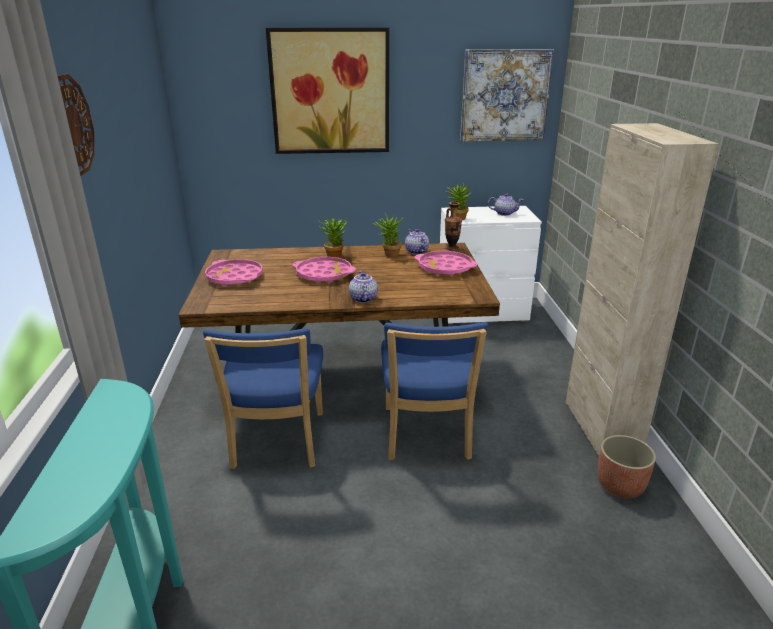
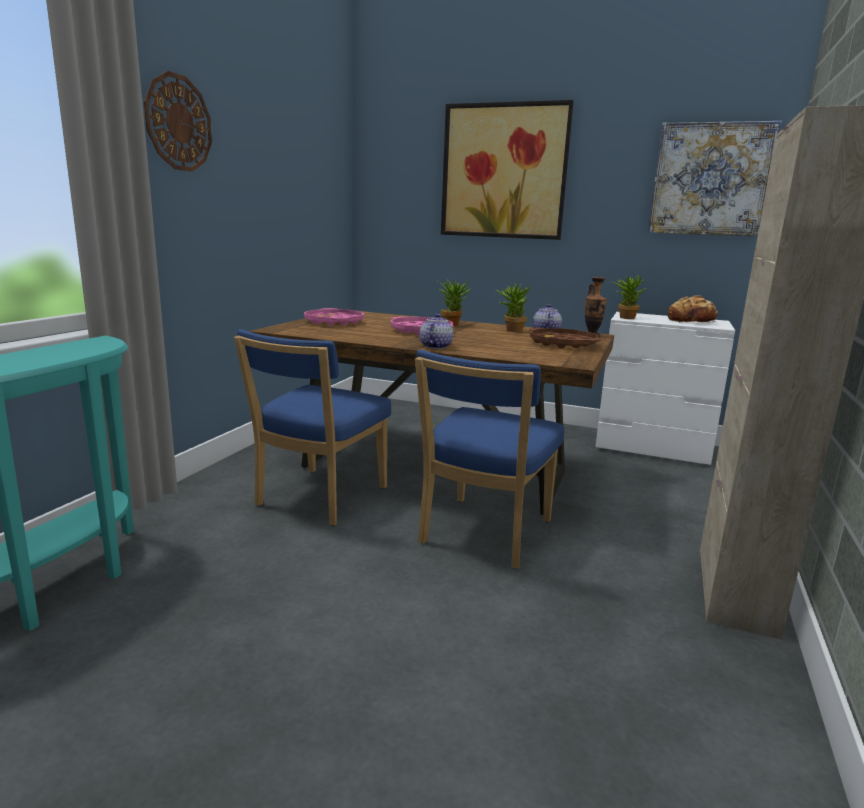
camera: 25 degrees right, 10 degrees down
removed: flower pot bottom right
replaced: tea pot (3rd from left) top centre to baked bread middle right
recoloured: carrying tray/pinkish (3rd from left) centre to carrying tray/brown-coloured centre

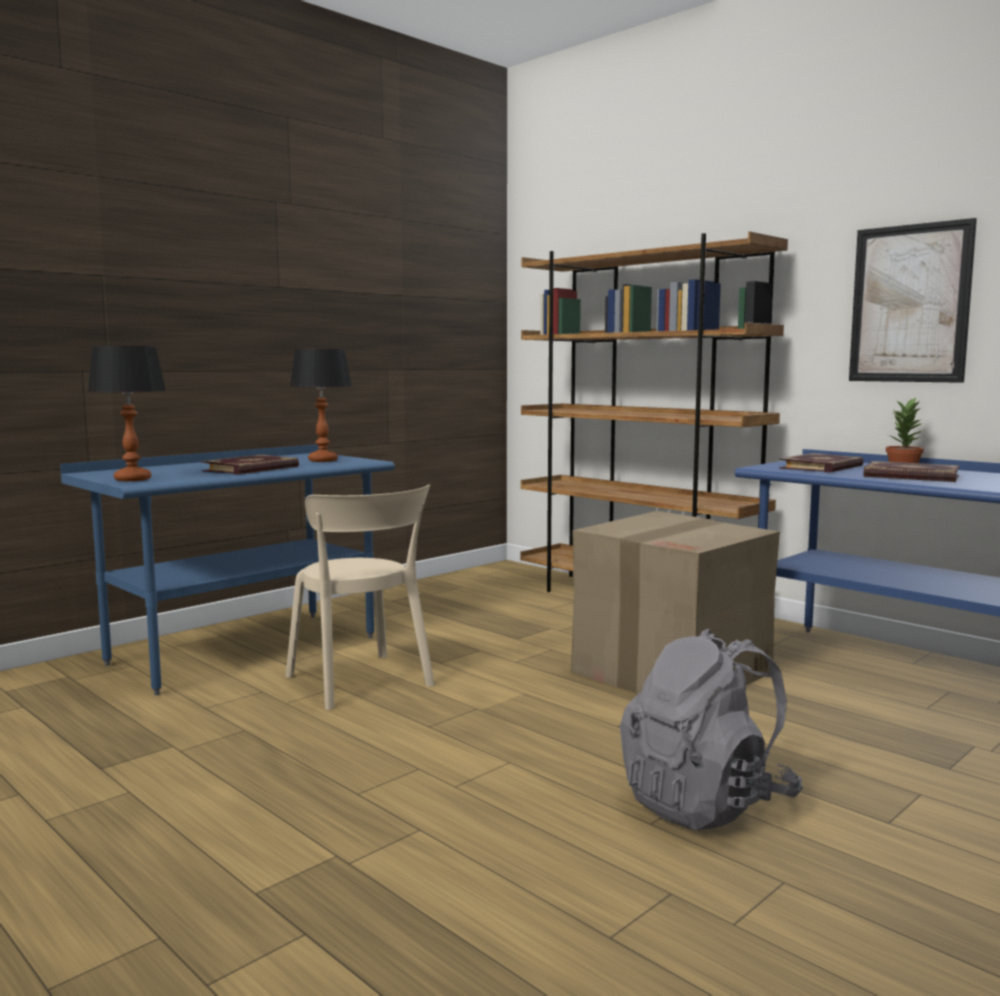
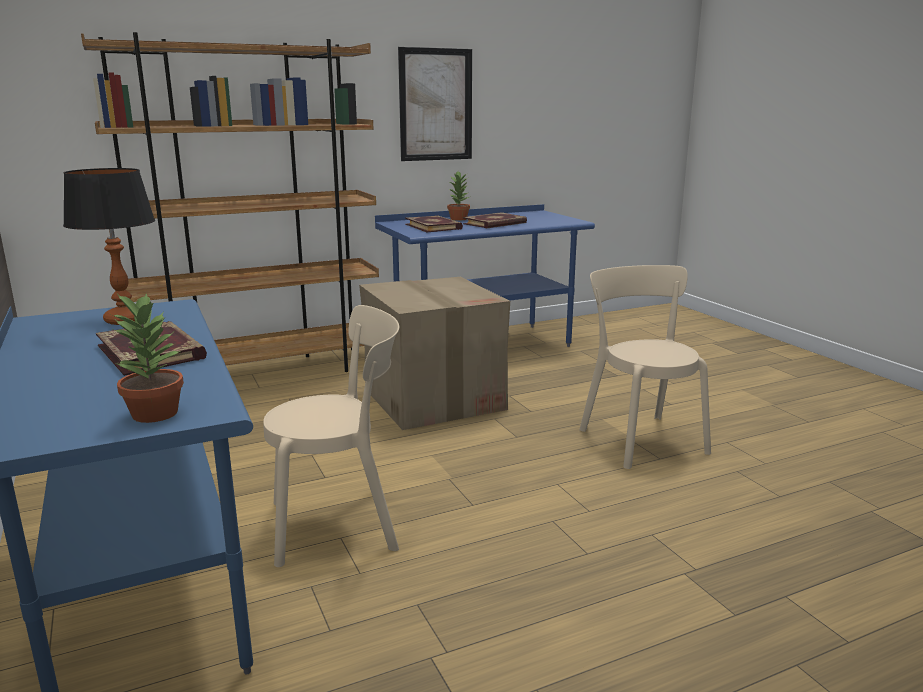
camera: 70 degrees left, 10 degrees up
replaced: table lamp (1st from left) middle left to houseplant (1st from left) middle left; knapsack/greyish bottom right to plain chair/beige-coloured (2nd from left) middle right

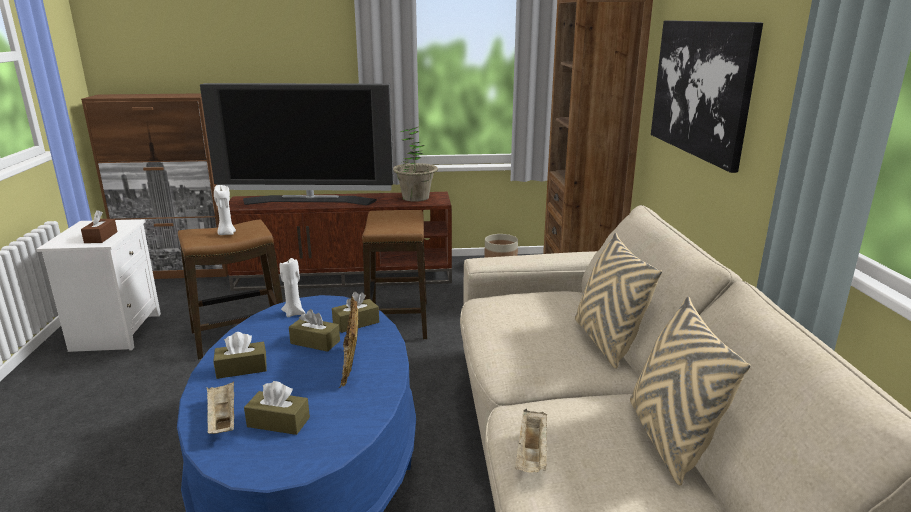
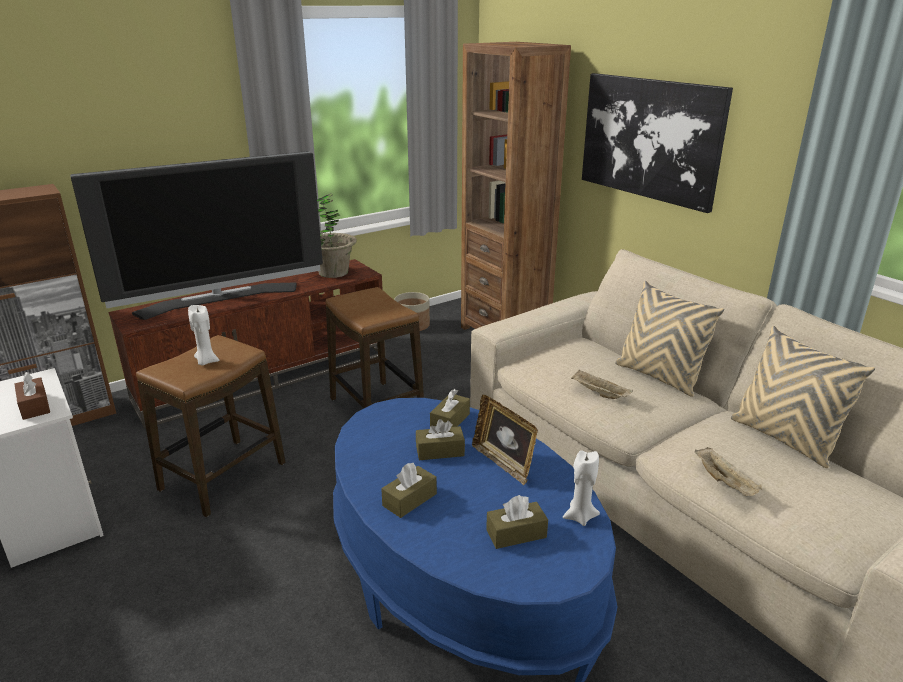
camera: 30 degrees left, 5 degrees up
moved: carrying tray/beige-coloured (1st from left) bottom left to middle right; candle/white (2nd from left) middle left to bottom centre

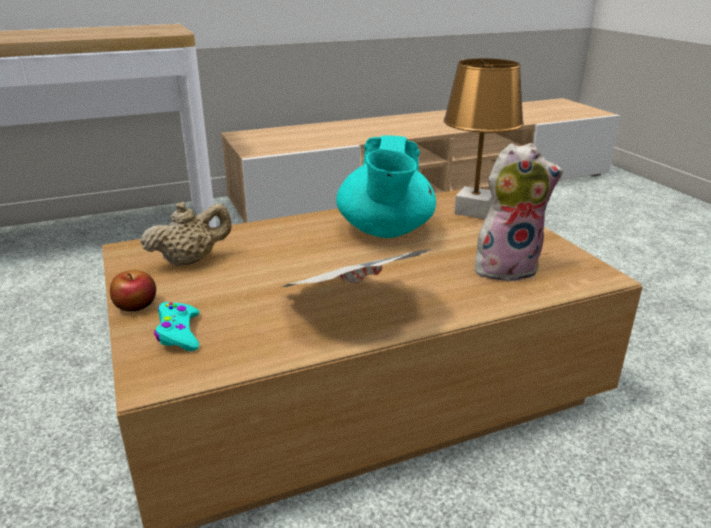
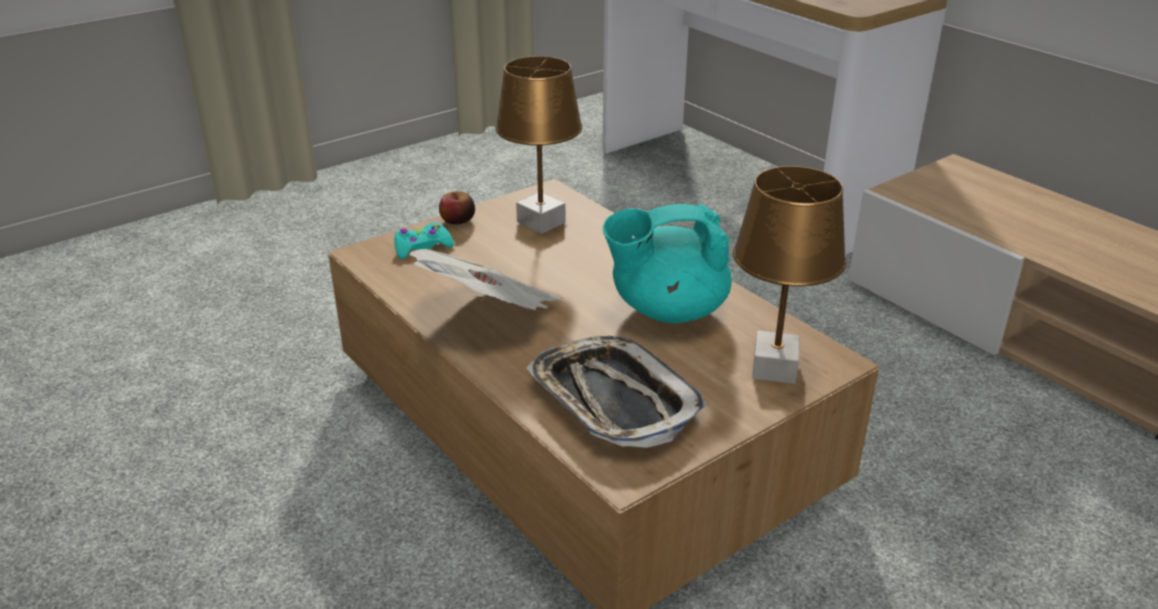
camera: 75 degrees right, 5 degrees up
replaced: tea pot/beige-coloured middle left to table lamp/brown-coloured (1st from left) top centre; cuddly toy middle right to carrying tray centre

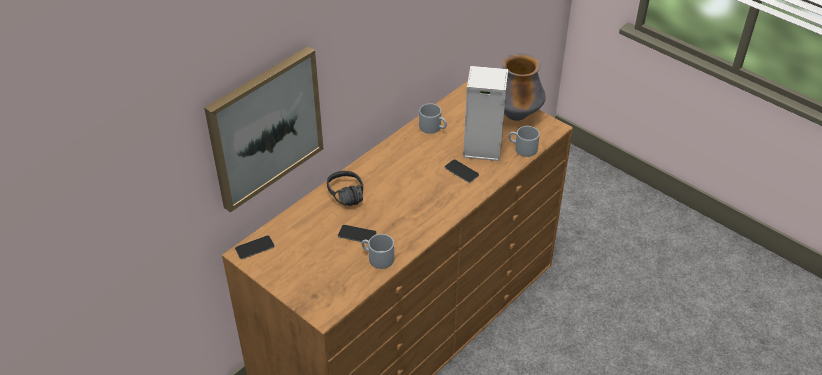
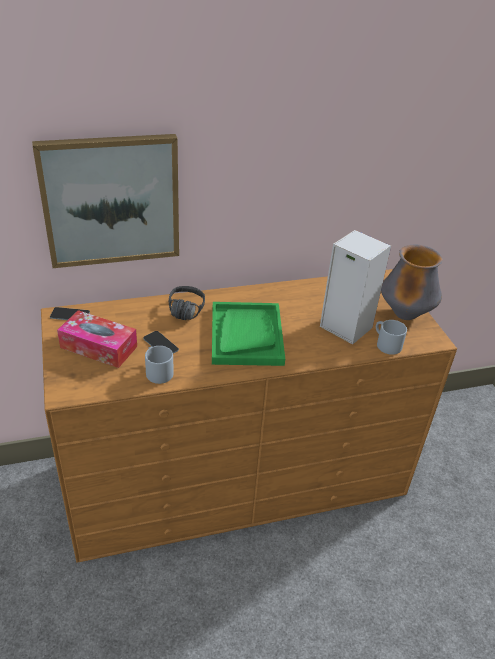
camera: 30 degrees right, 5 degrees down
removed: coffee mug/greyish (2nd from left) top centre; telephone (3rd from left) centre
added: tissue holder middle left; carrying tray/green-coloured centre

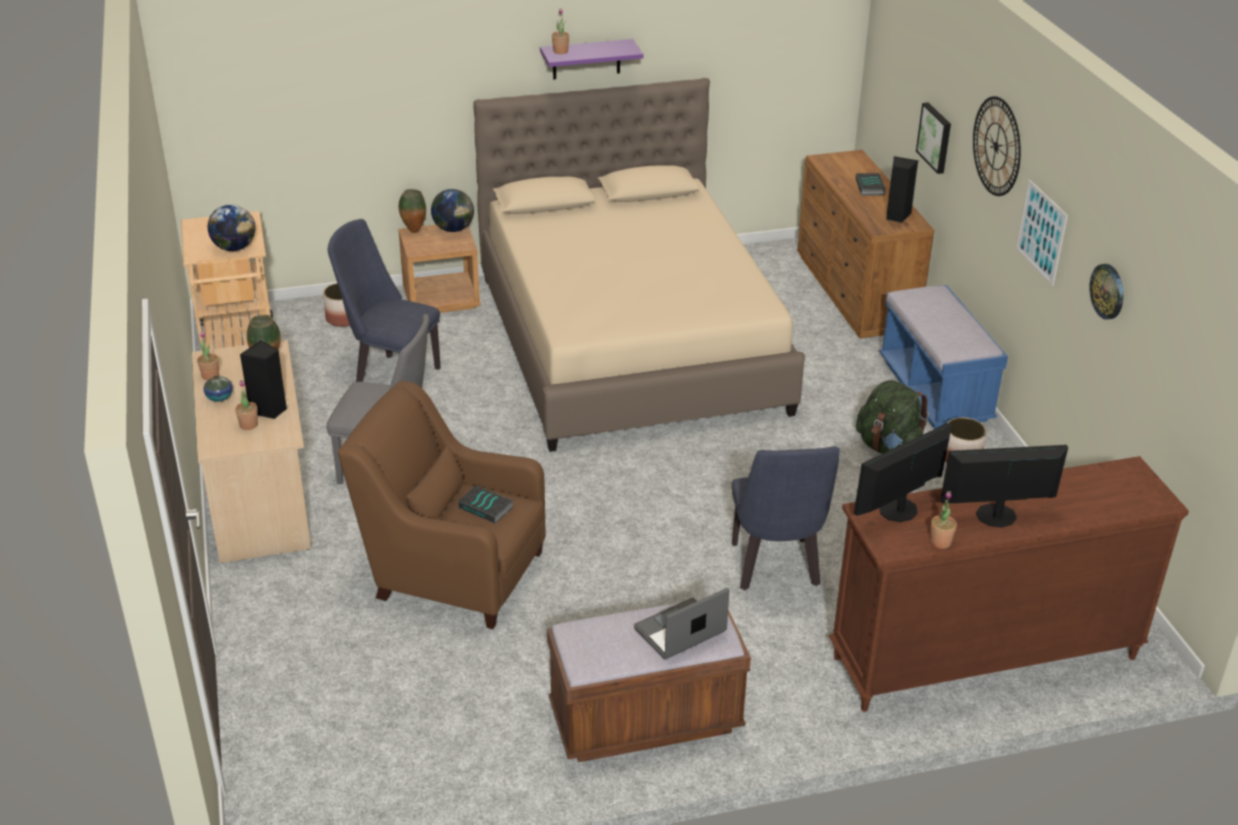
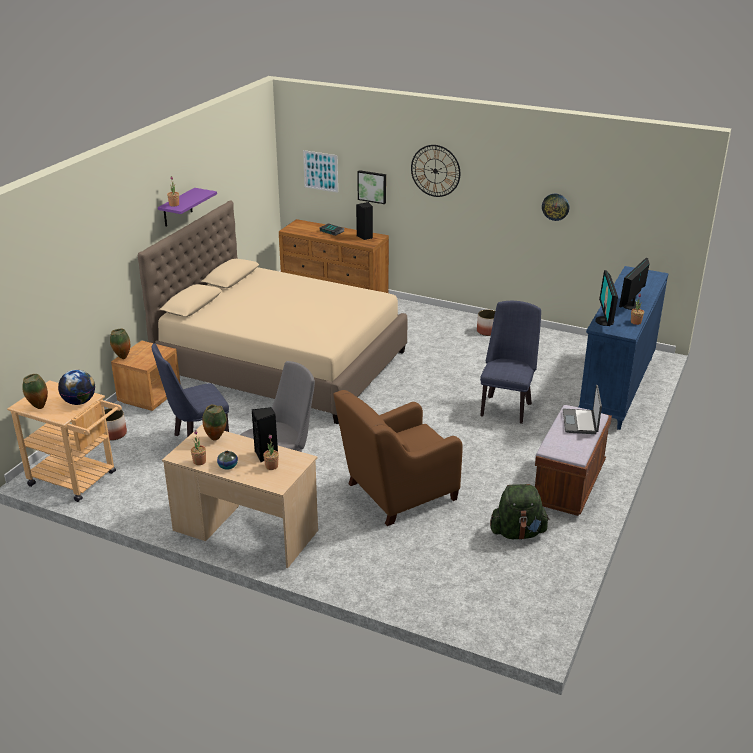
camera: 50 degrees left, 5 degrees down
removed: desk globe (2nd from left) top centre; bound book (1st from left) centre; bench/blue middle right
added: vase (1st from left) middle left
moved: knapsack/green-coloured middle right to bottom right; picture (2nd from left in the first image) top right to picture (1st from left) top centre
recoloured: drawer chest/brown-coloured (2nd from left) bottom right to drawer chest/blue middle right
turned: plain chair/blue (2nd from left) centre = middle right 105 degrees counterclockwise

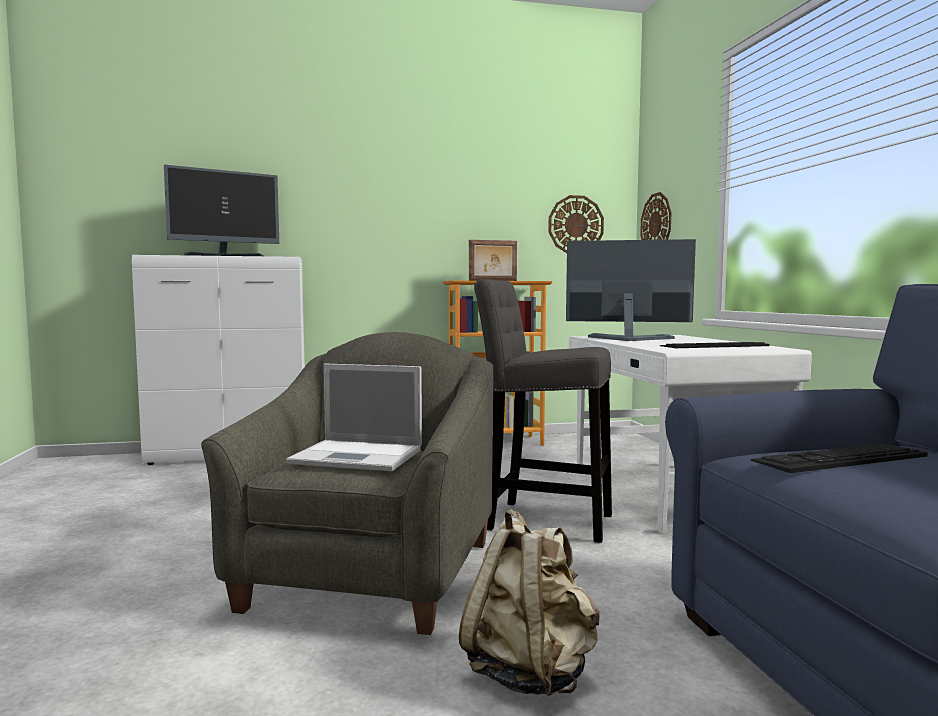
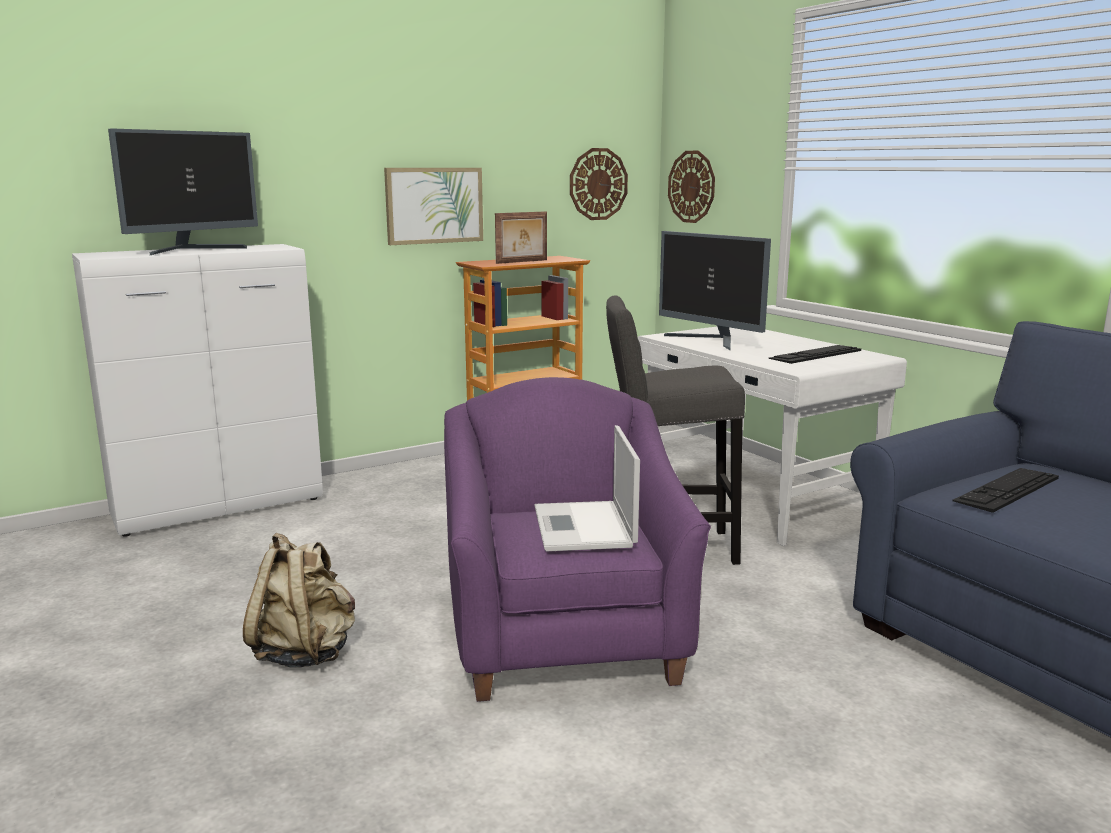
camera: 20 degrees left, 10 degrees up
added: picture top centre
moved: knapsack/beige-coloured bottom centre to bottom left
recoloured: lounge chair/greyish bottom centre to lounge chair/purple-coloured centre
turned: laptop centre = centre 90 degrees clockwise; monitor (2nd from left) middle right = centre 120 degrees counterclockwise

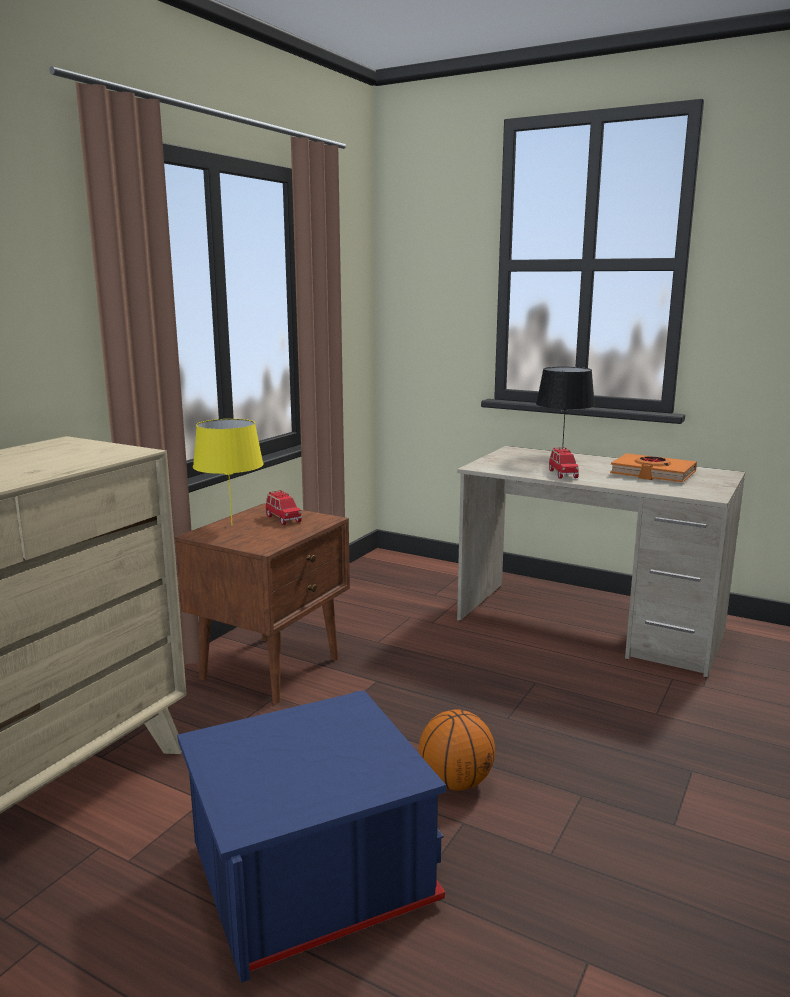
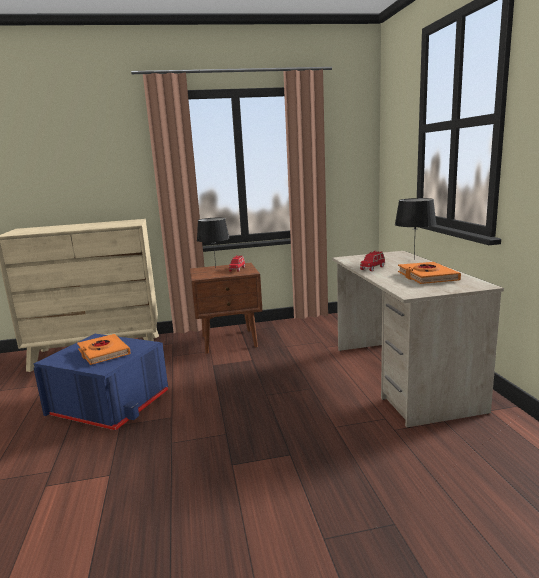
camera: 50 degrees right, 0 degrees up
removed: basketball bottom centre
added: bound book/orange (1st from left) middle left
recoloured: table lamp/yellowish middle left to table lamp/blackish (1st from left) centre

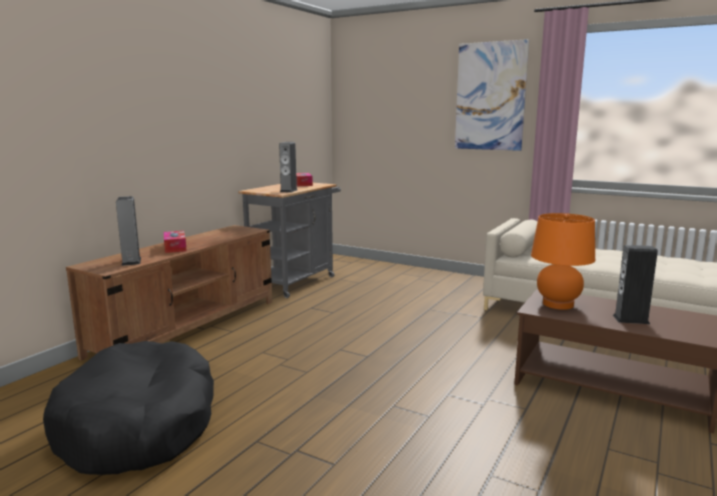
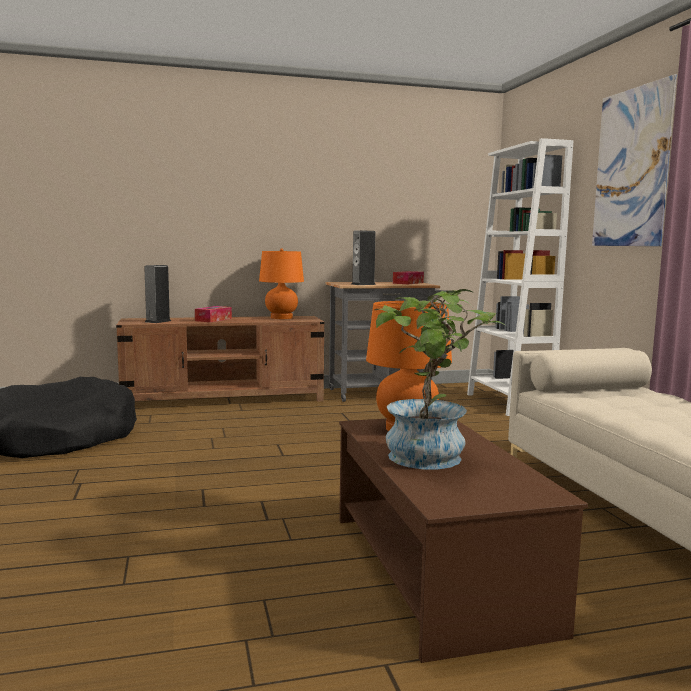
camera: 45 degrees right, 5 degrees down
added: table lamp/orange (1st from left) centre; bookshelf/white middle right
replaced: loudspeaker (3rd from left) middle right to houseplant centre

